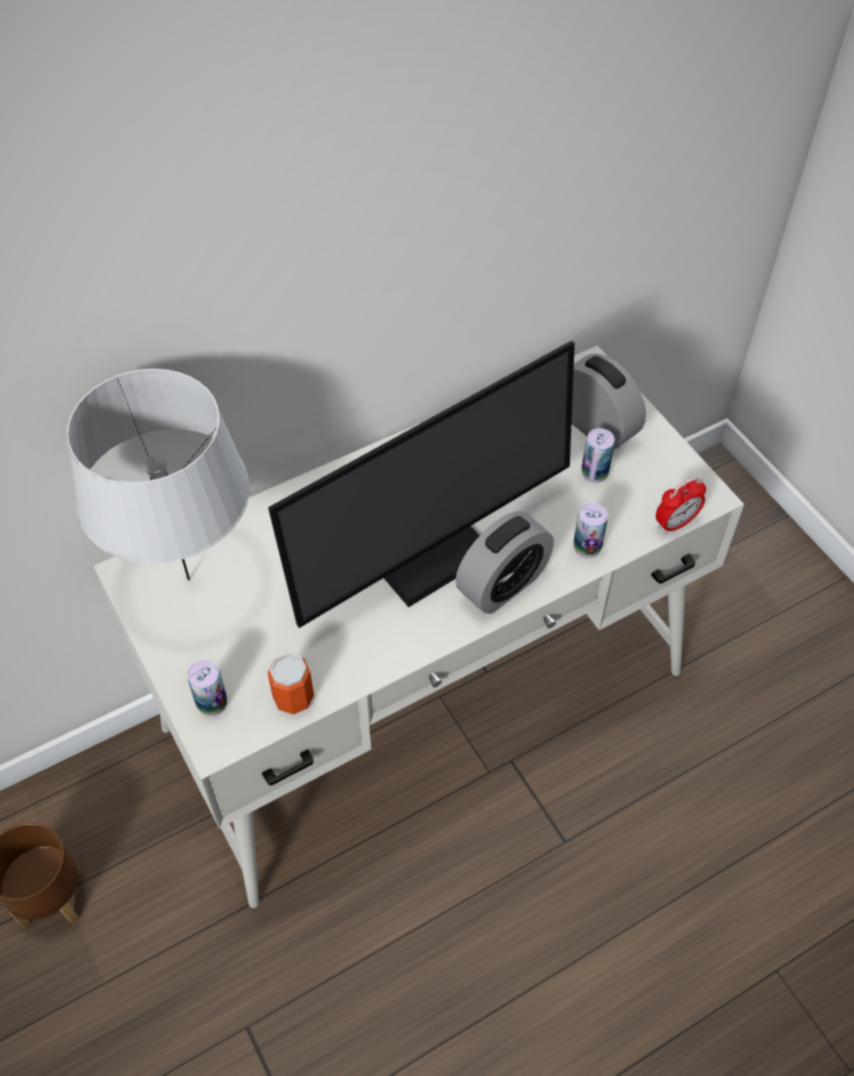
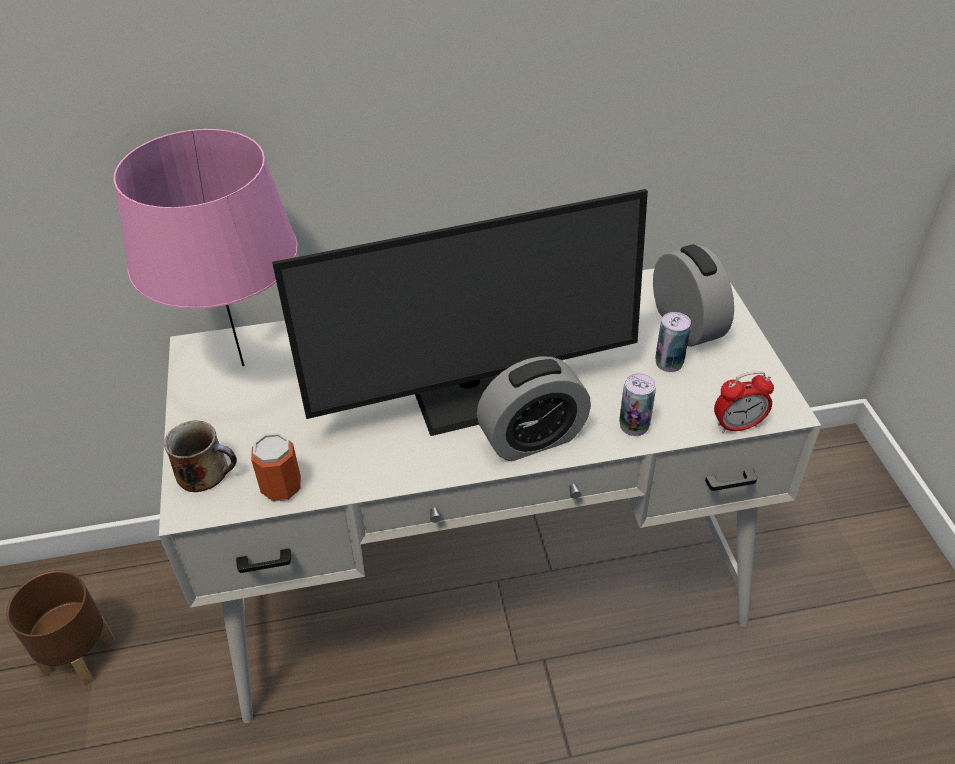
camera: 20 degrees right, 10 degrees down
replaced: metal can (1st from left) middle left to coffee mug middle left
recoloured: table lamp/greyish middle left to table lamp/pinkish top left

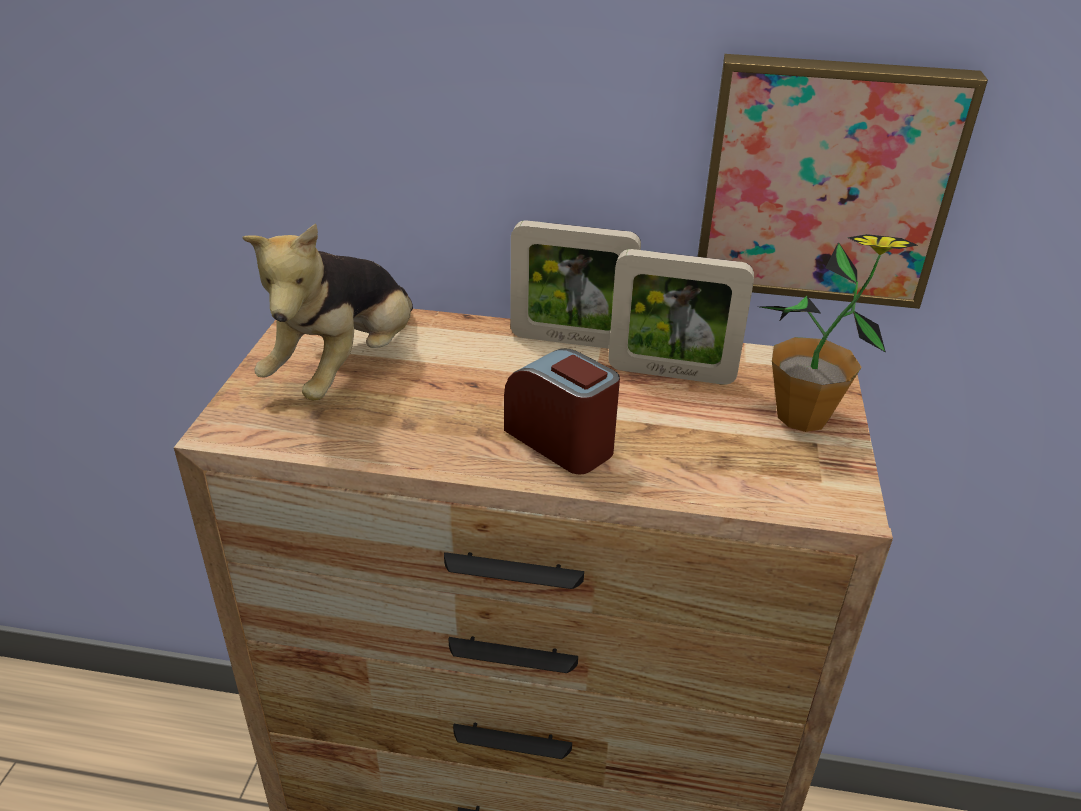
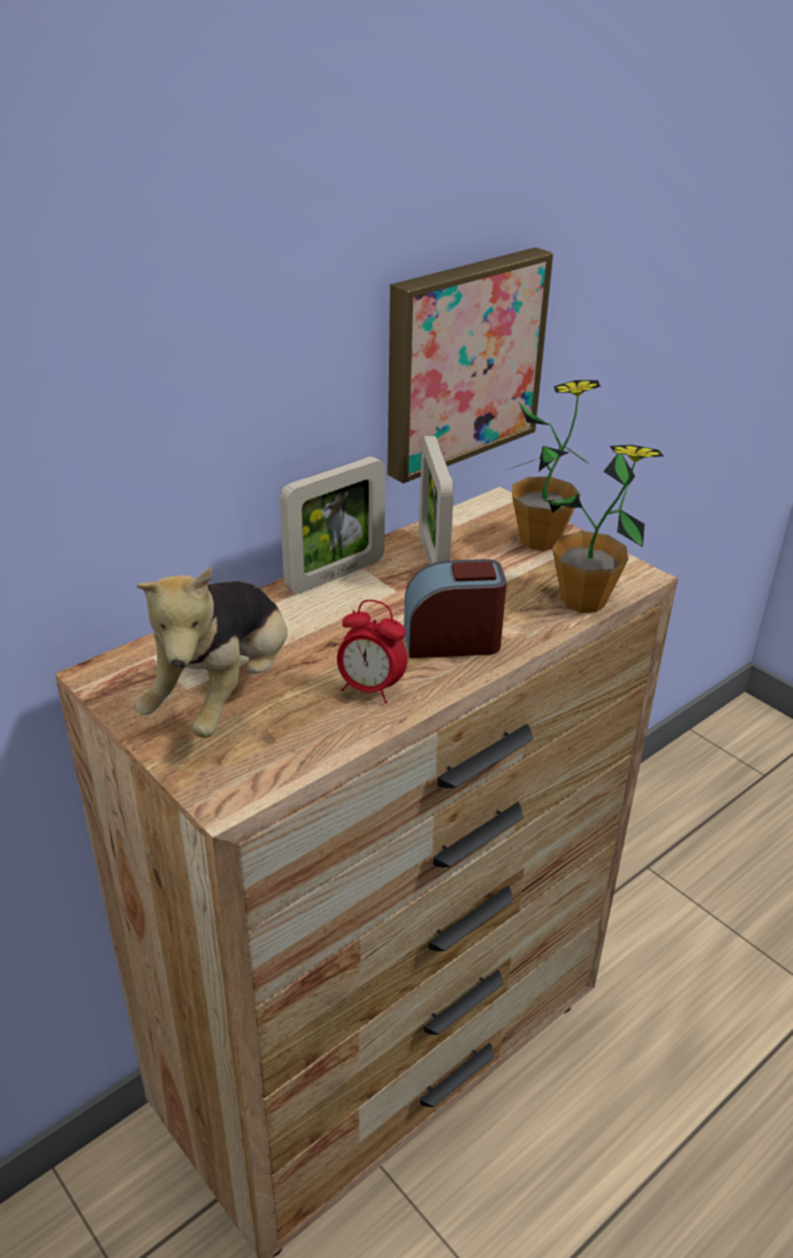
camera: 50 degrees left, 0 degrees up
added: table clock (1st from left) centre; houseplant (2nd from left) middle right
turned: cuddly toy middle left = middle left 45 degrees clockwise; picture frame (2nd from left) centre = centre 120 degrees clockwise

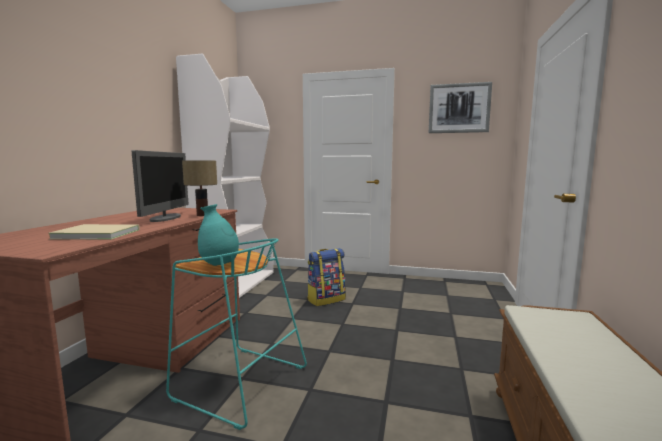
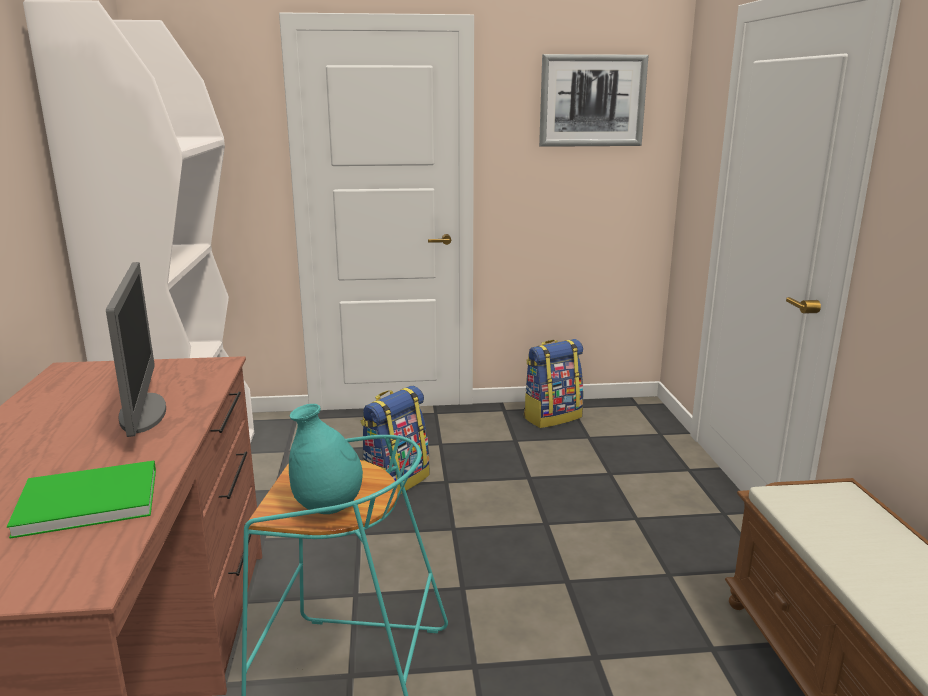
camera: 20 degrees left, 10 degrees up
removed: table lamp middle left
added: knapsack (2nd from left) centre
recoloured: bound book/beige-coloured middle left to bound book/green-coloured bottom left

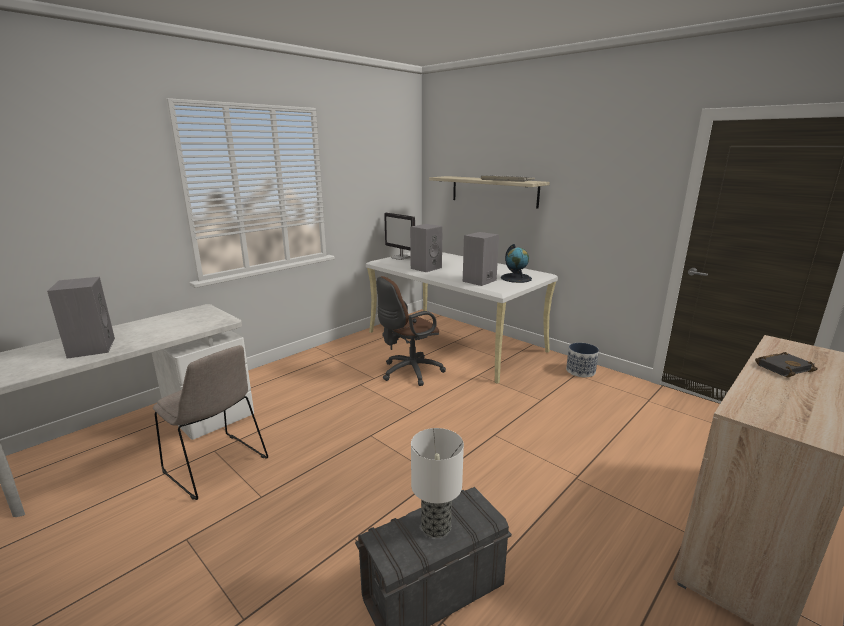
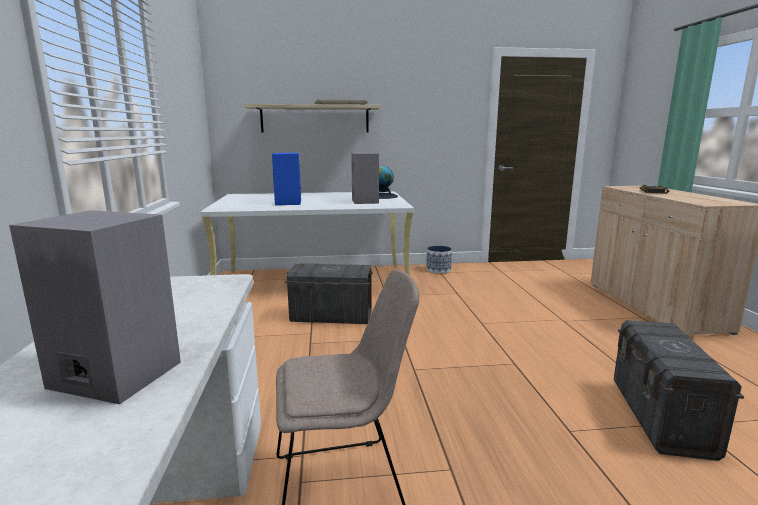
camera: 50 degrees left, 5 degrees down
removed: monitor centre; table lamp bottom centre
replaced: computer chair/brown-coloured centre to storage container/greyish (1st from left) centre
recoloured: loudspeaker/greyish (2nd from left) centre to loudspeaker/blue centre

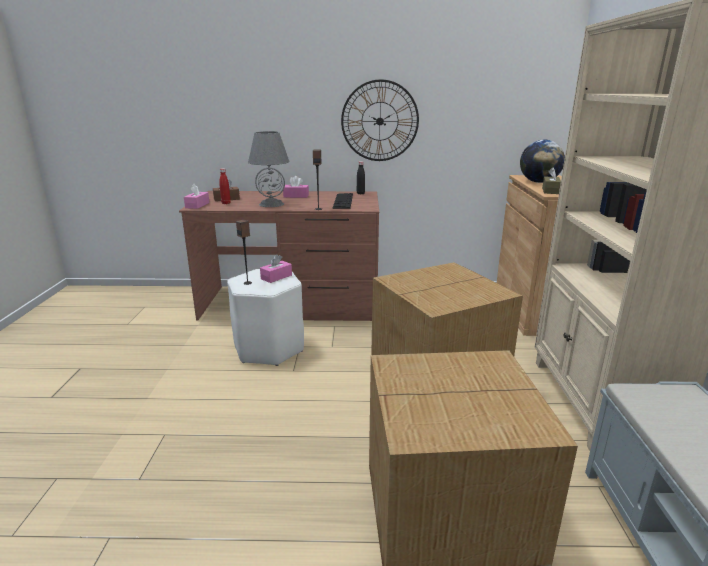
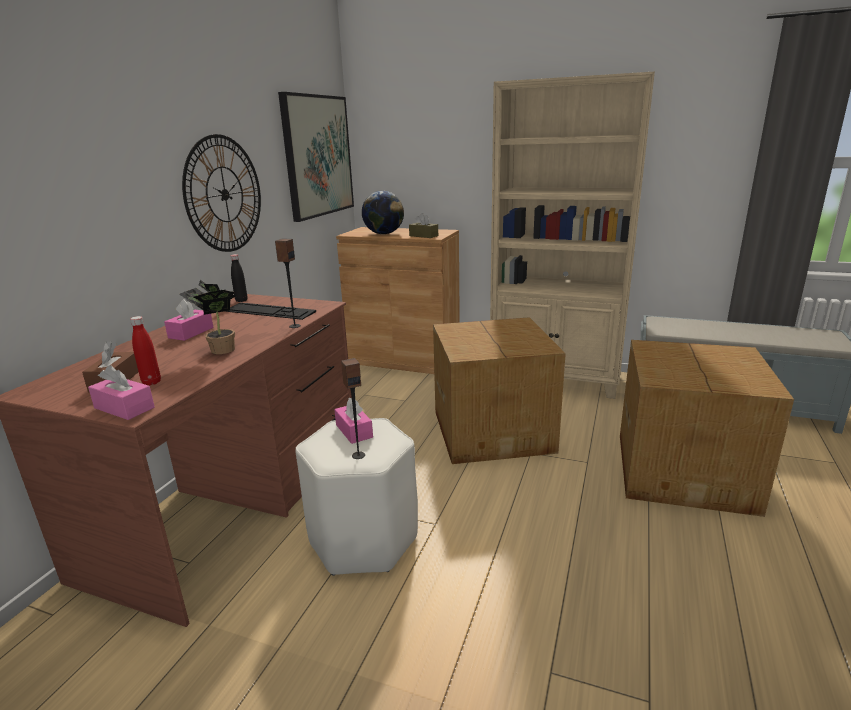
camera: 70 degrees left, 0 degrees up
added: picture top centre
replaced: table lamp/greyish top centre to houseplant middle left

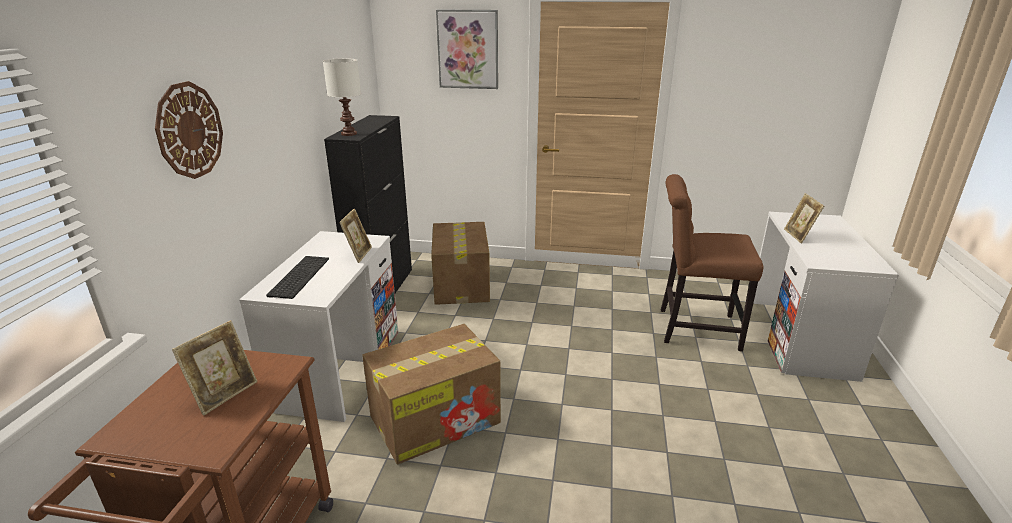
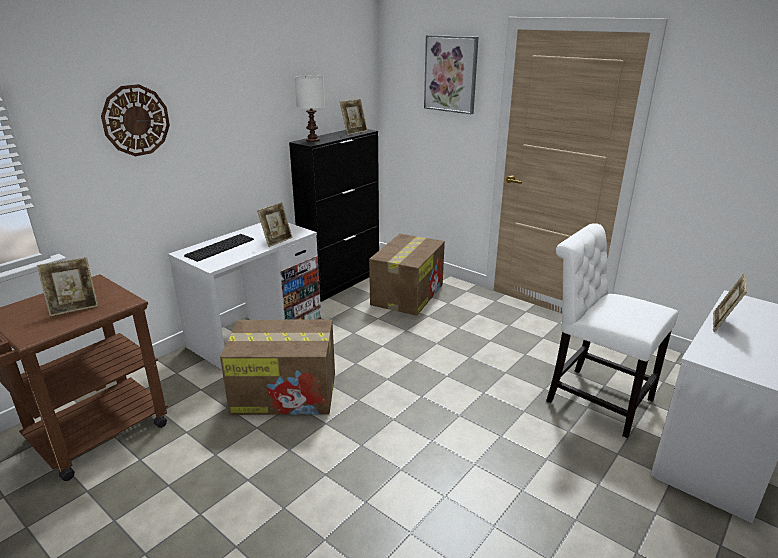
camera: 30 degrees right, 0 degrees up
added: picture frame (3rd from left) top centre
recoloured: plain chair/brown-coloured middle right to plain chair/white middle right

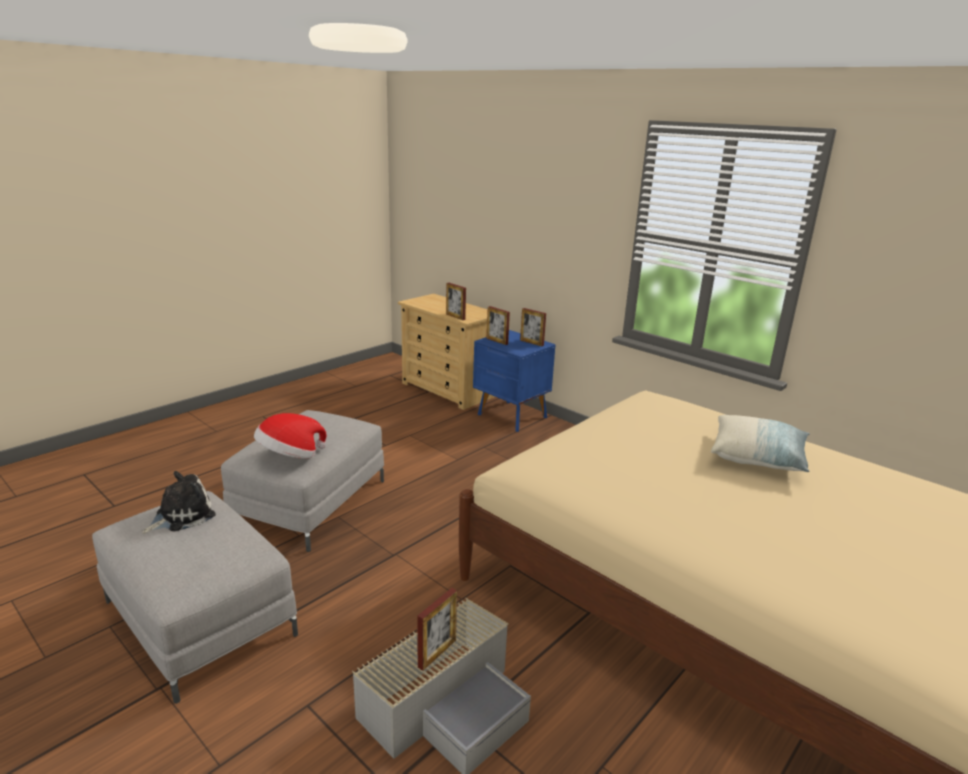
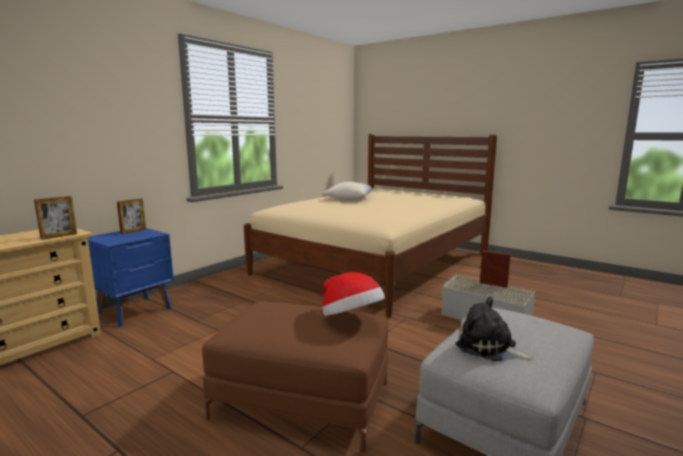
camera: 95 degrees left, 10 degrees down
removed: picture frame (3rd from left) centre
recoloured: footrest/greyish (2nd from left) middle left to footrest/brown-coloured bottom centre

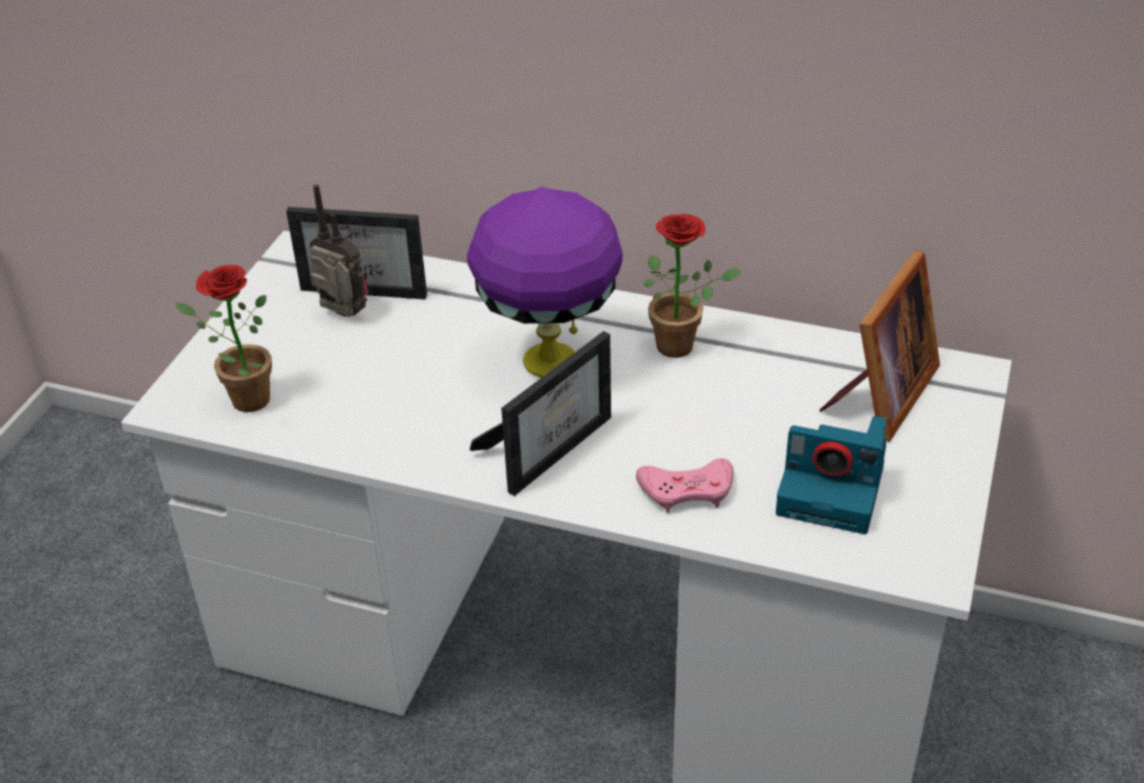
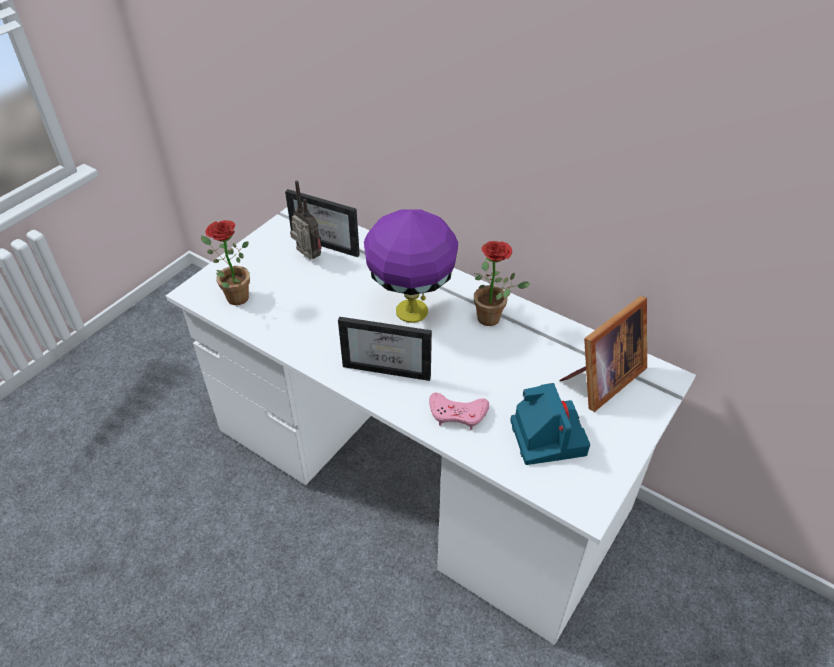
camera: 15 degrees right, 5 degrees up
turned: picture frame (2nd from left) centre = centre 45 degrees clockwise; still camera middle right = centre 135 degrees counterclockwise

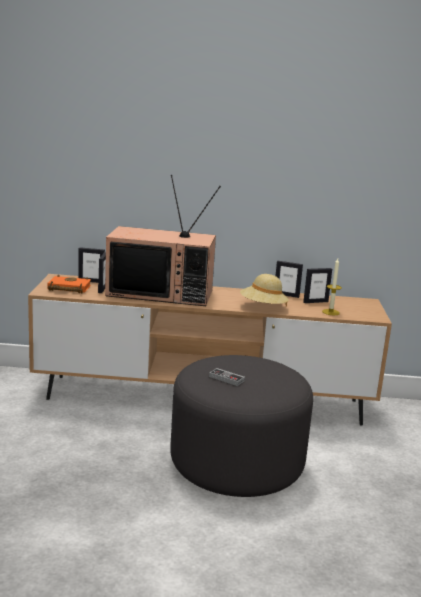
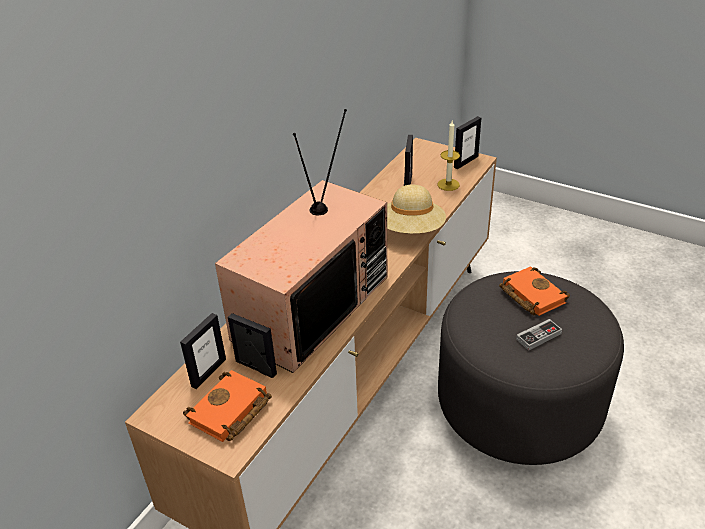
camera: 60 degrees left, 20 degrees up
added: bound book/orange (2nd from left) middle right
moved: picture frame (3rd from left in the first image) middle right to picture frame (4th from left) top centre

